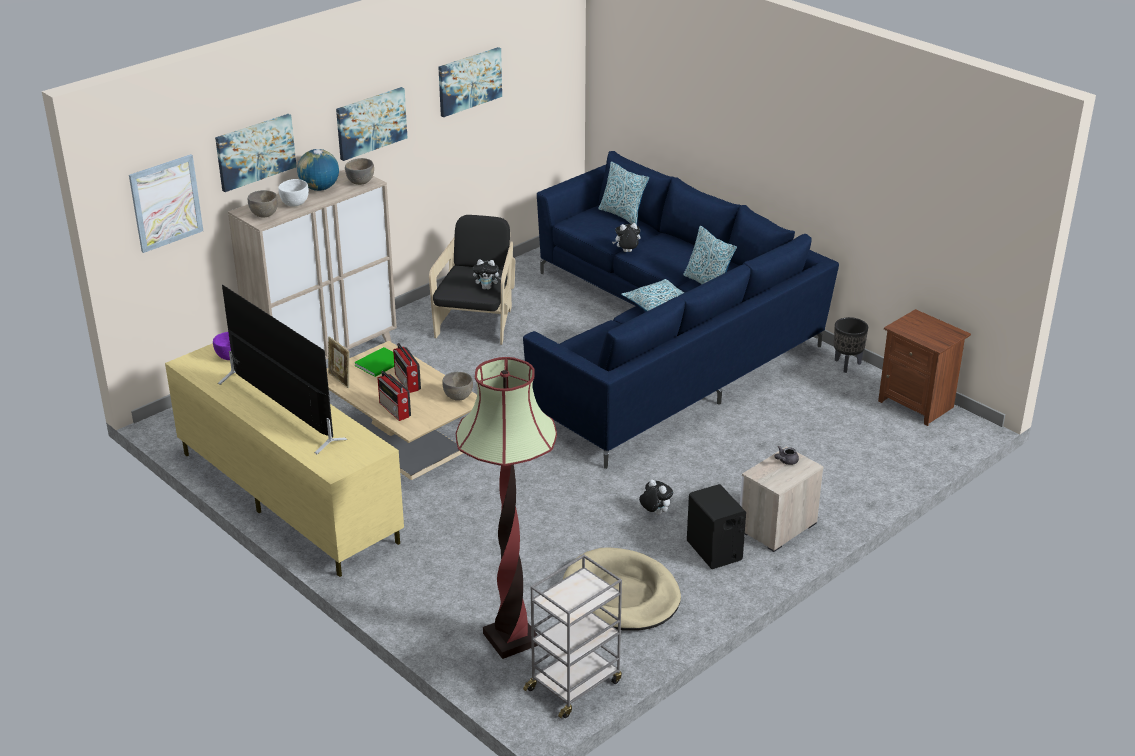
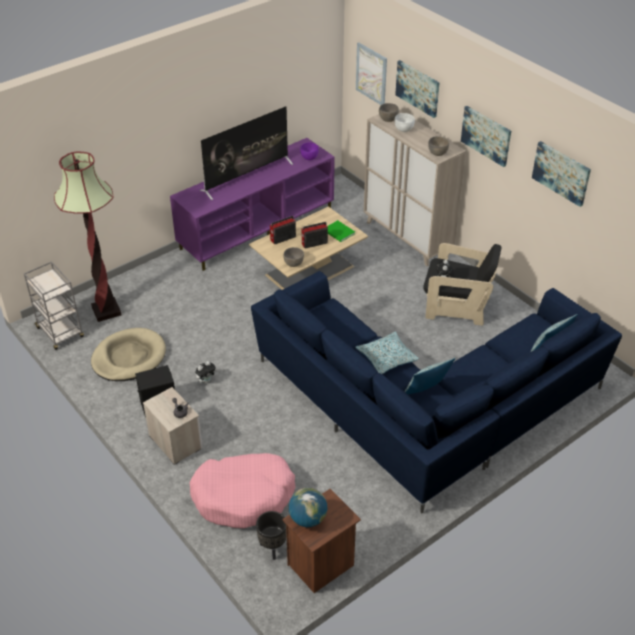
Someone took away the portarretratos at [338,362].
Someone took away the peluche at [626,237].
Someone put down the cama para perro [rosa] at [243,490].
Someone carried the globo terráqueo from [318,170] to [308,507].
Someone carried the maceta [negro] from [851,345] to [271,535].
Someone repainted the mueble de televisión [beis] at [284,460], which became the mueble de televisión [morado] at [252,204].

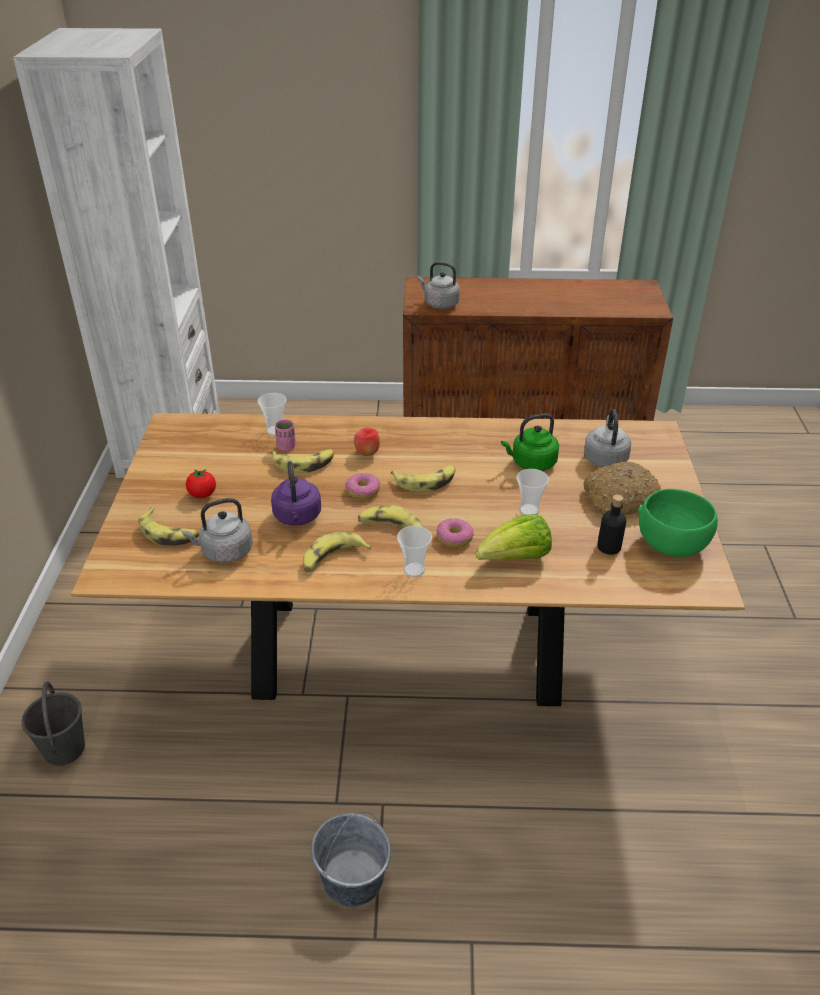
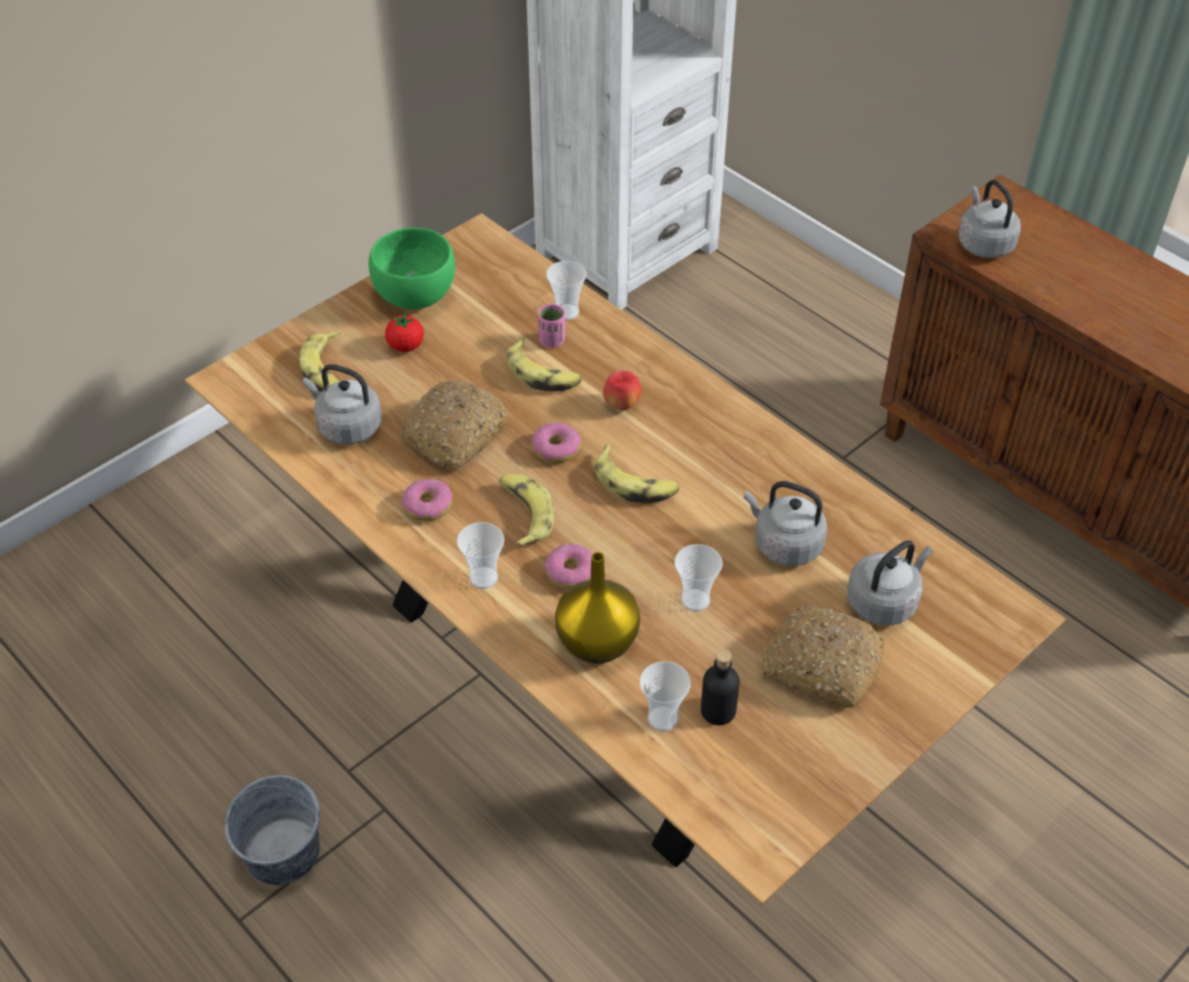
Someone took away the cubo [gris] at [53,724].
Someone put down the taza at [665,696].
Someone carried the cuenco [verde] from [678,523] to [412,268].
Someone swapped the hervidor [morado] at [296,493] for the pan at [456,425].
Someone swapped the plátano at [337,552] for the rosquilla at [427,500].
Someone swapped the lechuga at [514,537] for the florero [amarillo] at [597,608].
Someone repainted the hervidor [verde] at [530,442], which became the hervidor [gris] at [785,523].

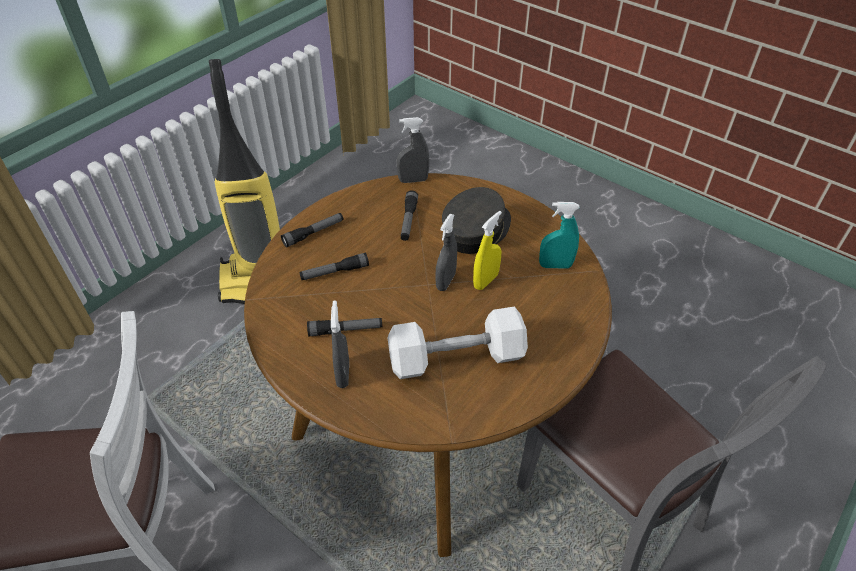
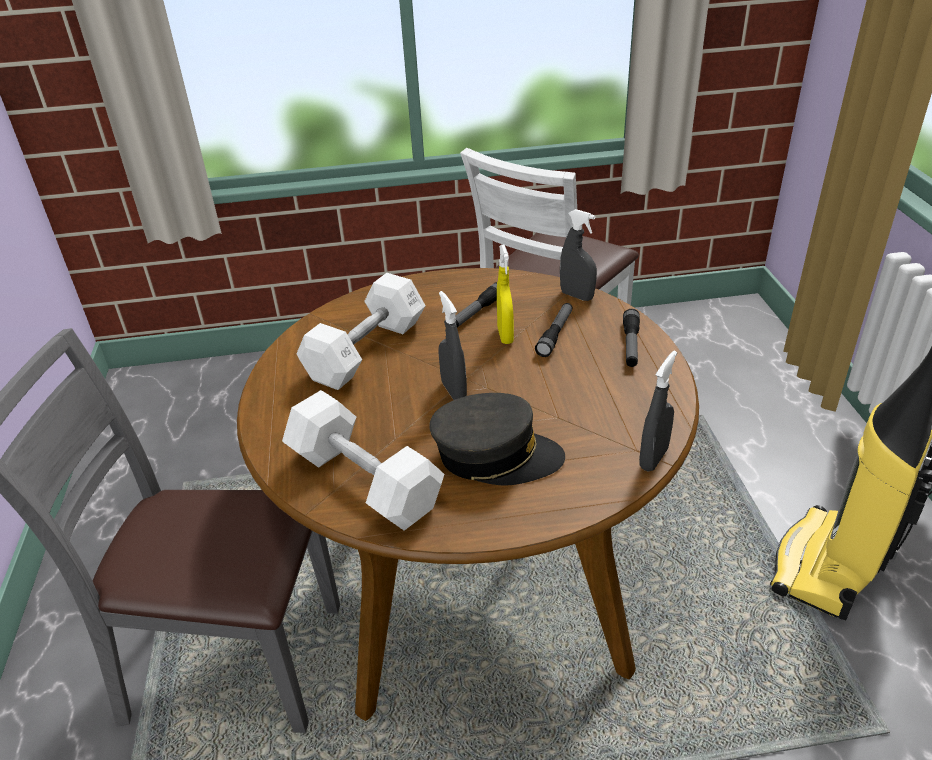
Someone took away the linterna at [409,216].
Someone carried the pulverizador [gris] from [340,344] to [578,255].
Someone carried the pulverizador [amarillo] from [487,250] to [505,294].
Someone swapped the pulverizador [turquesa] at [559,235] for the mancuerna [blanco] at [363,460].
Someone rotated the gorra [gris] at [476,220] by 75 degrees counterclockwise.

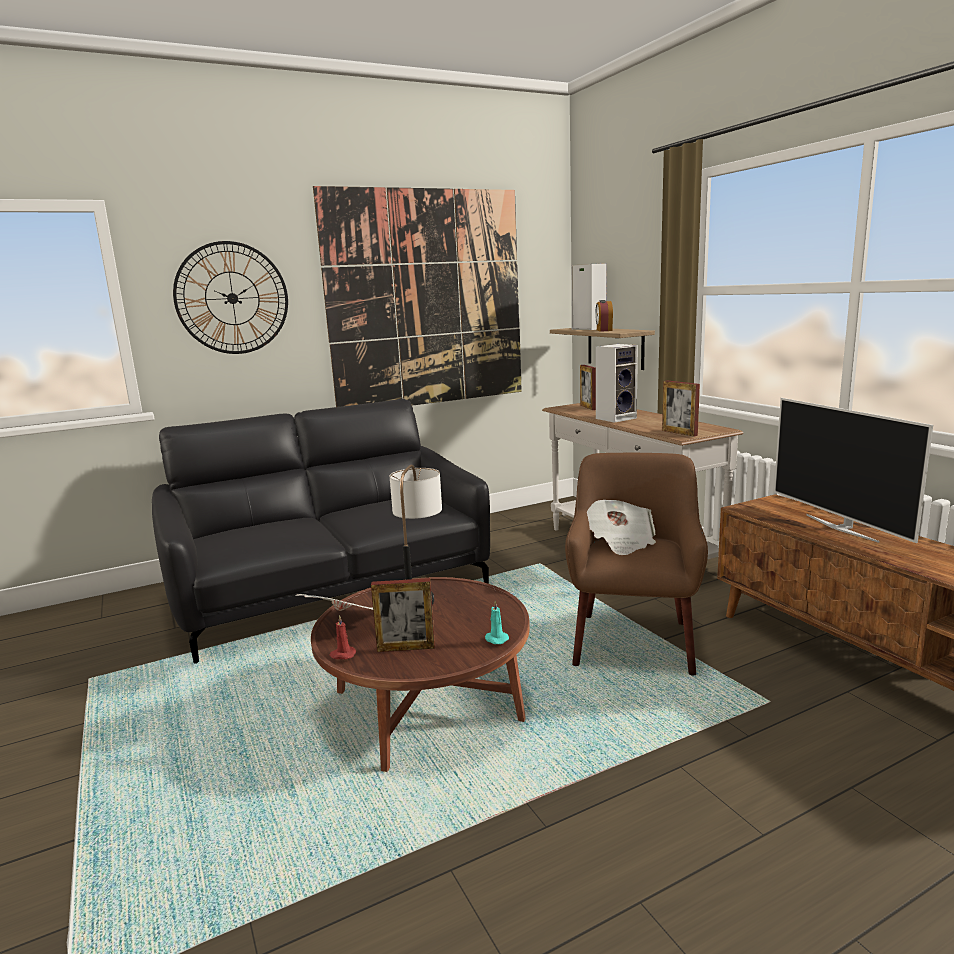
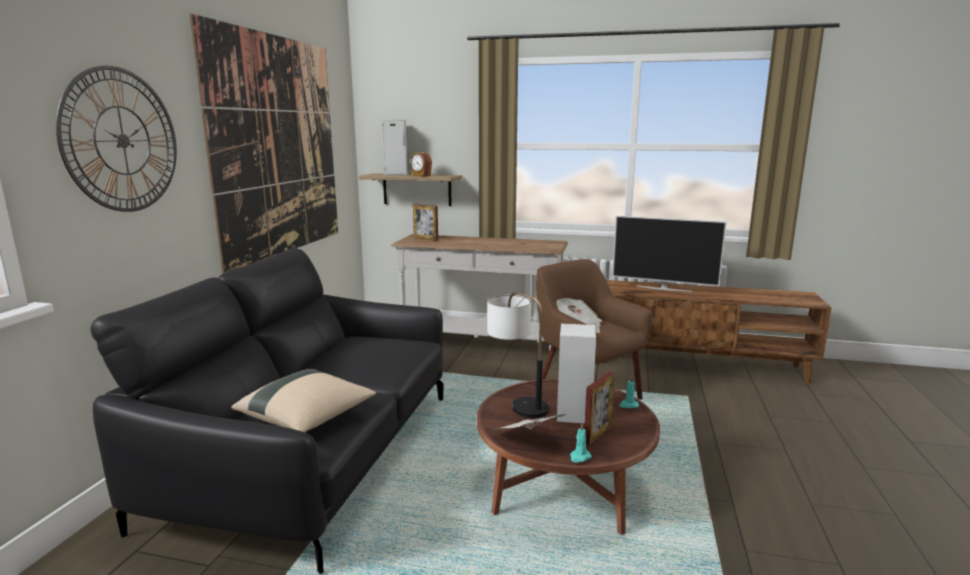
Someone took away the portarretratos at [681,409].
Someone put down the cojín [beis] at [304,400].
Someone carried the altavoz from [617,383] to [576,373].
Someone repainted the vela [rojo] at [343,637], which became the vela [turquesa] at [581,442].

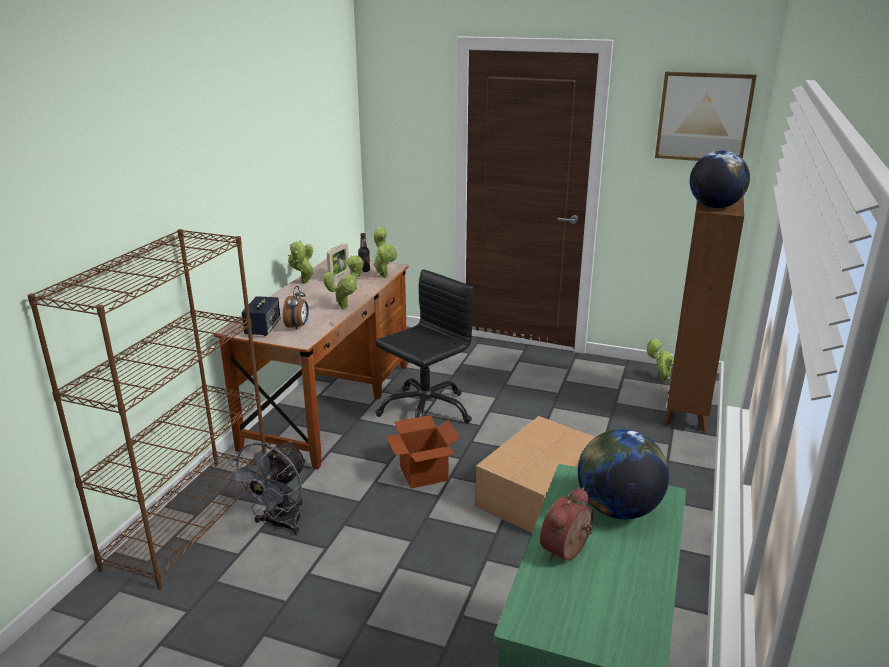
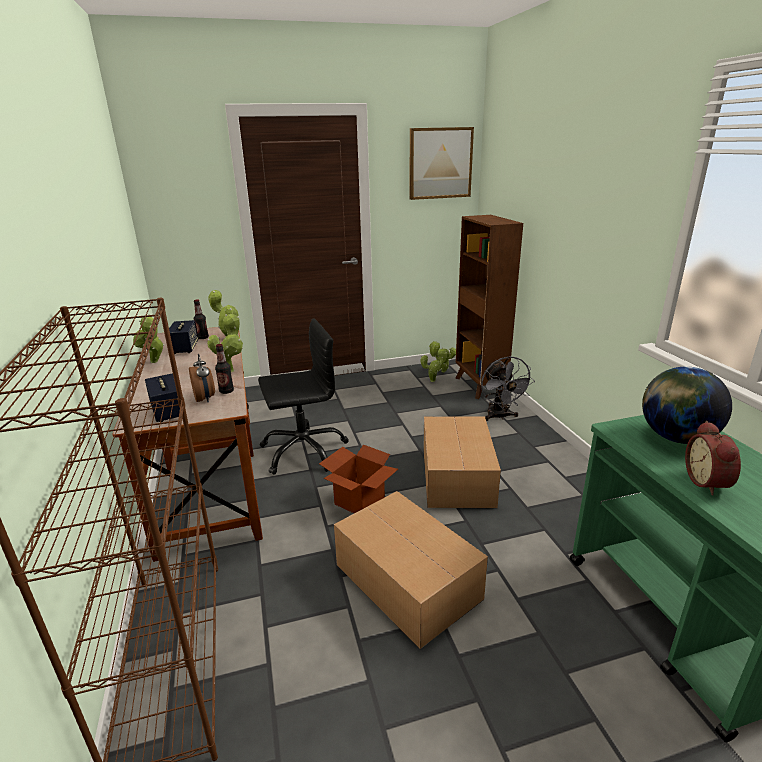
Someone took away the globo terráqueo at [720,179].
Someone put down the botella at [224,369].
Someone put down the caja de cartón at [411,570].
Someone put down the planta en maceta at [436,365].
Someone carried the ventilador [gris] from [267,488] to [508,388].
Someone swapped the portarretratos at [338,262] for the altavoz at [183,337].
Someone rotated the silla de oficina [negro] at [424,346] by 60 degrees clockwise.

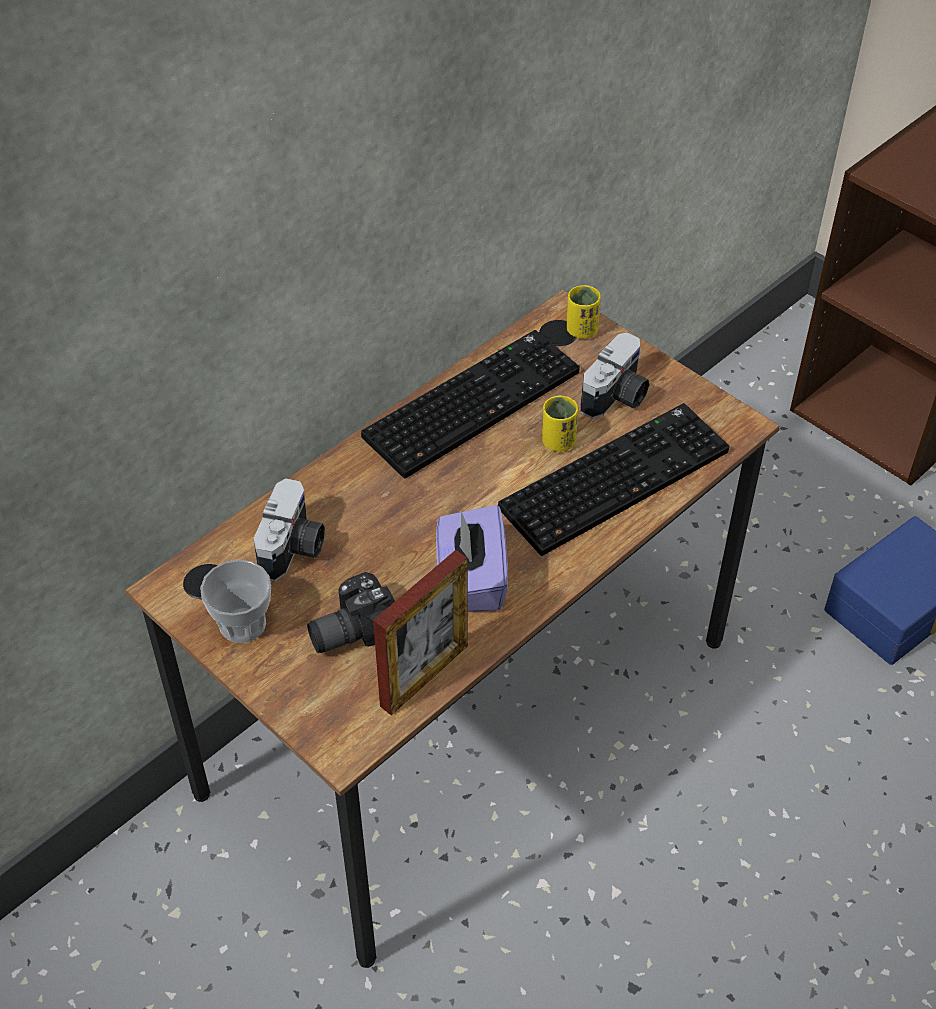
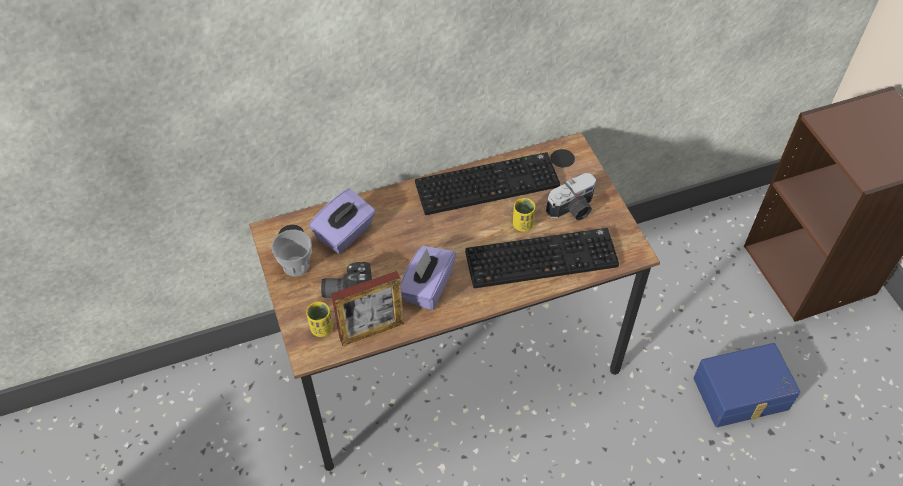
Someone carried the taza [amarillo] from [584,311] to [319,319].
Someone swapped the cámara at [289,530] for the caja de pañuelos [morado] at [342,221].

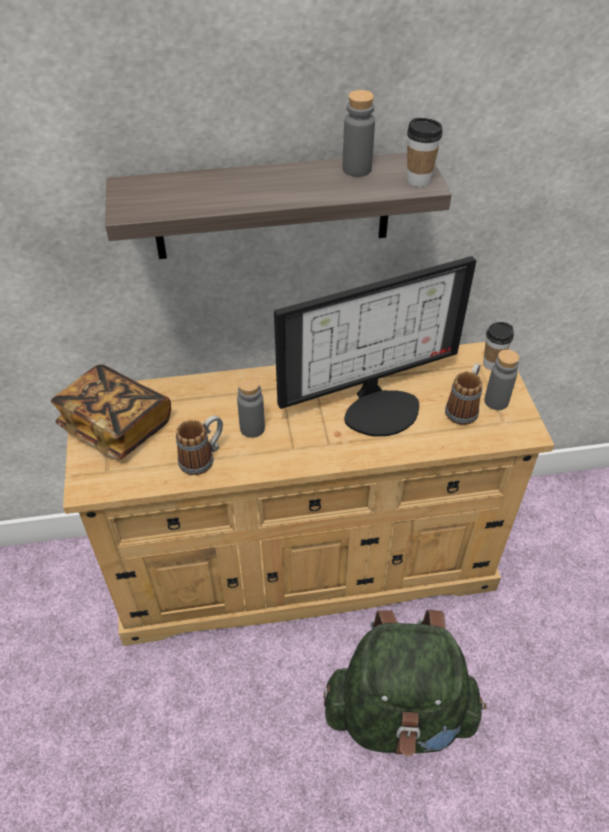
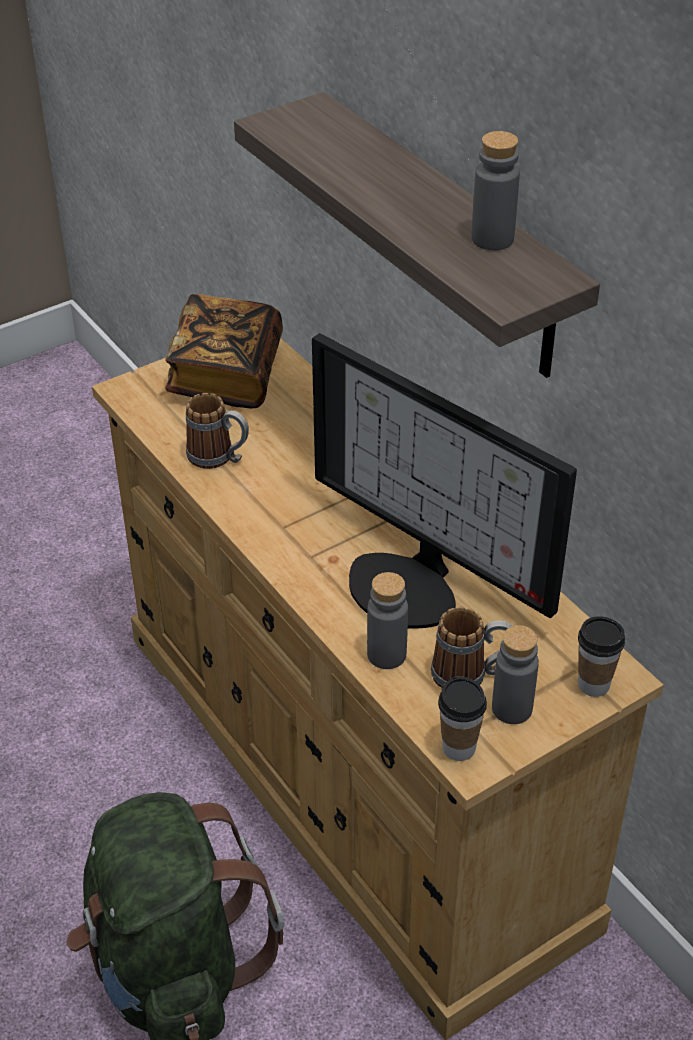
Someone carried the botella [gris] from [251,407] to [387,620].
Someone carried the taza from [425,152] to [462,719].

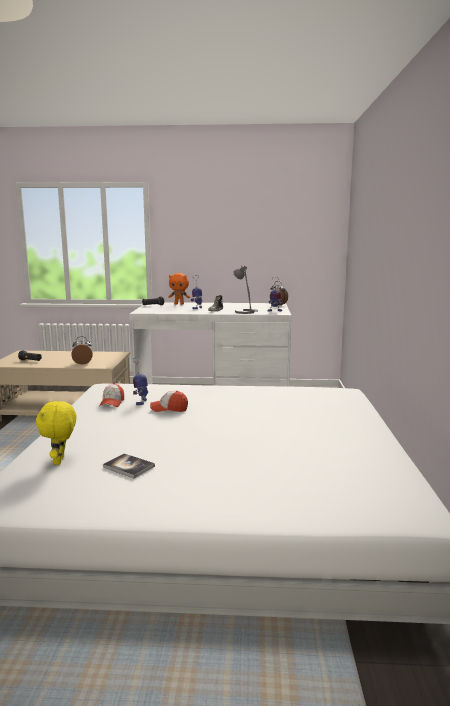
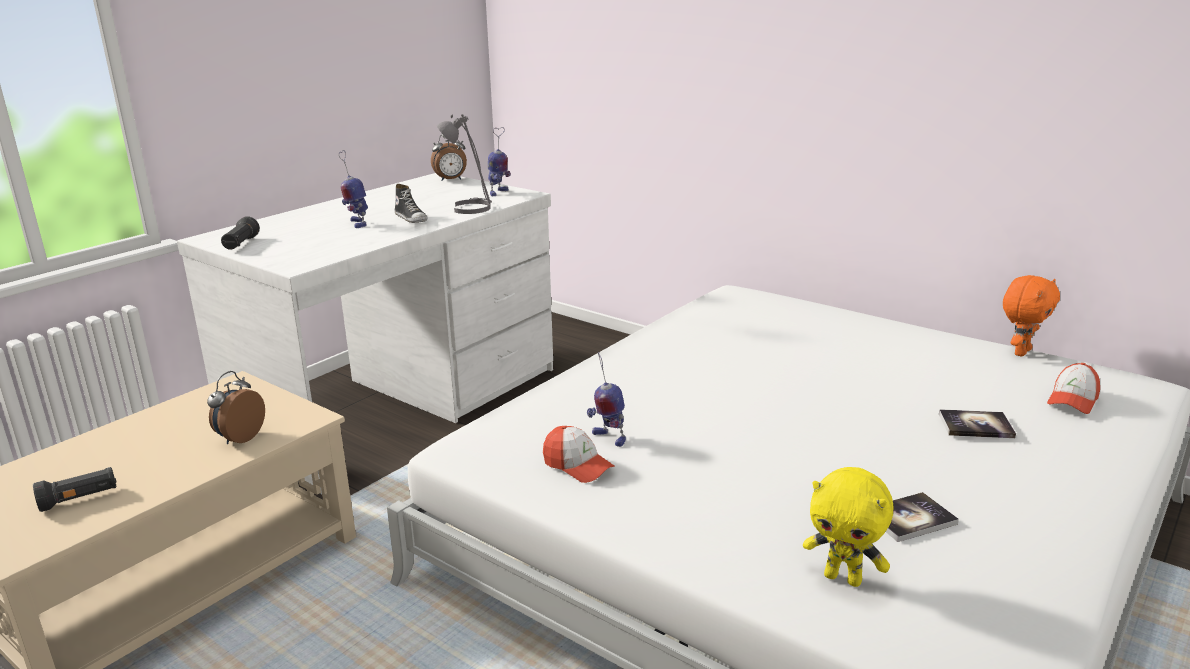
Someone put down the libro at [977,423].
Someone carried the gorra from [169,401] to [1073,388].
Someone carried the peluche [naranja] from [179,289] to [1031,315].

